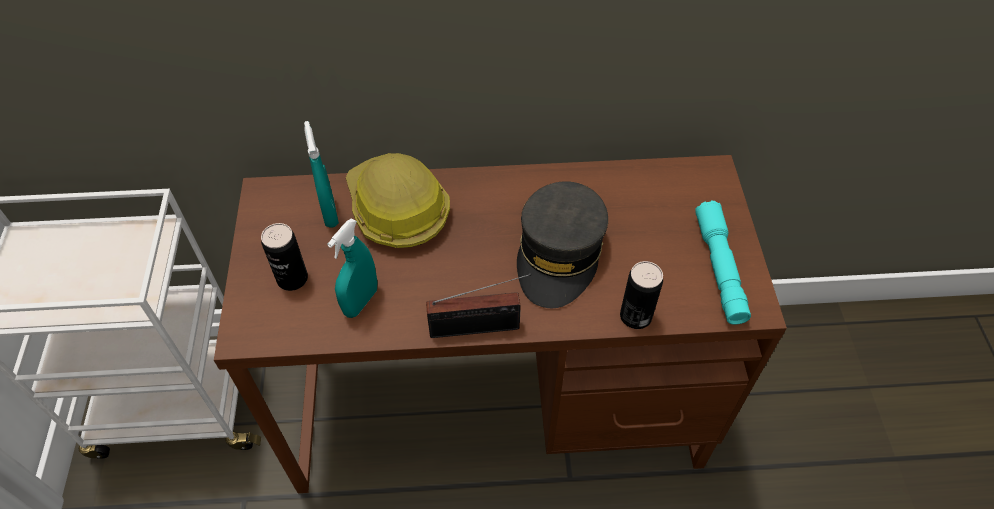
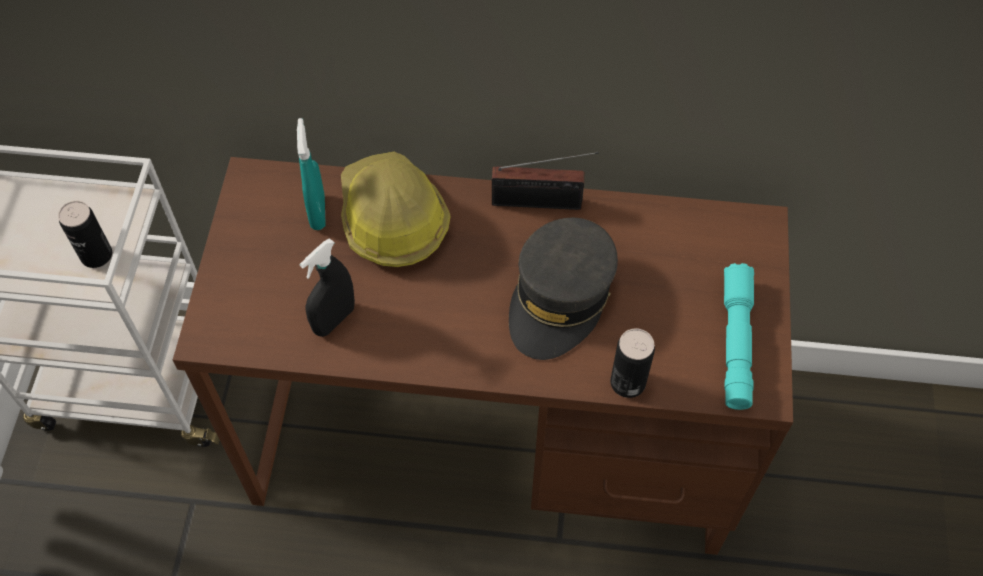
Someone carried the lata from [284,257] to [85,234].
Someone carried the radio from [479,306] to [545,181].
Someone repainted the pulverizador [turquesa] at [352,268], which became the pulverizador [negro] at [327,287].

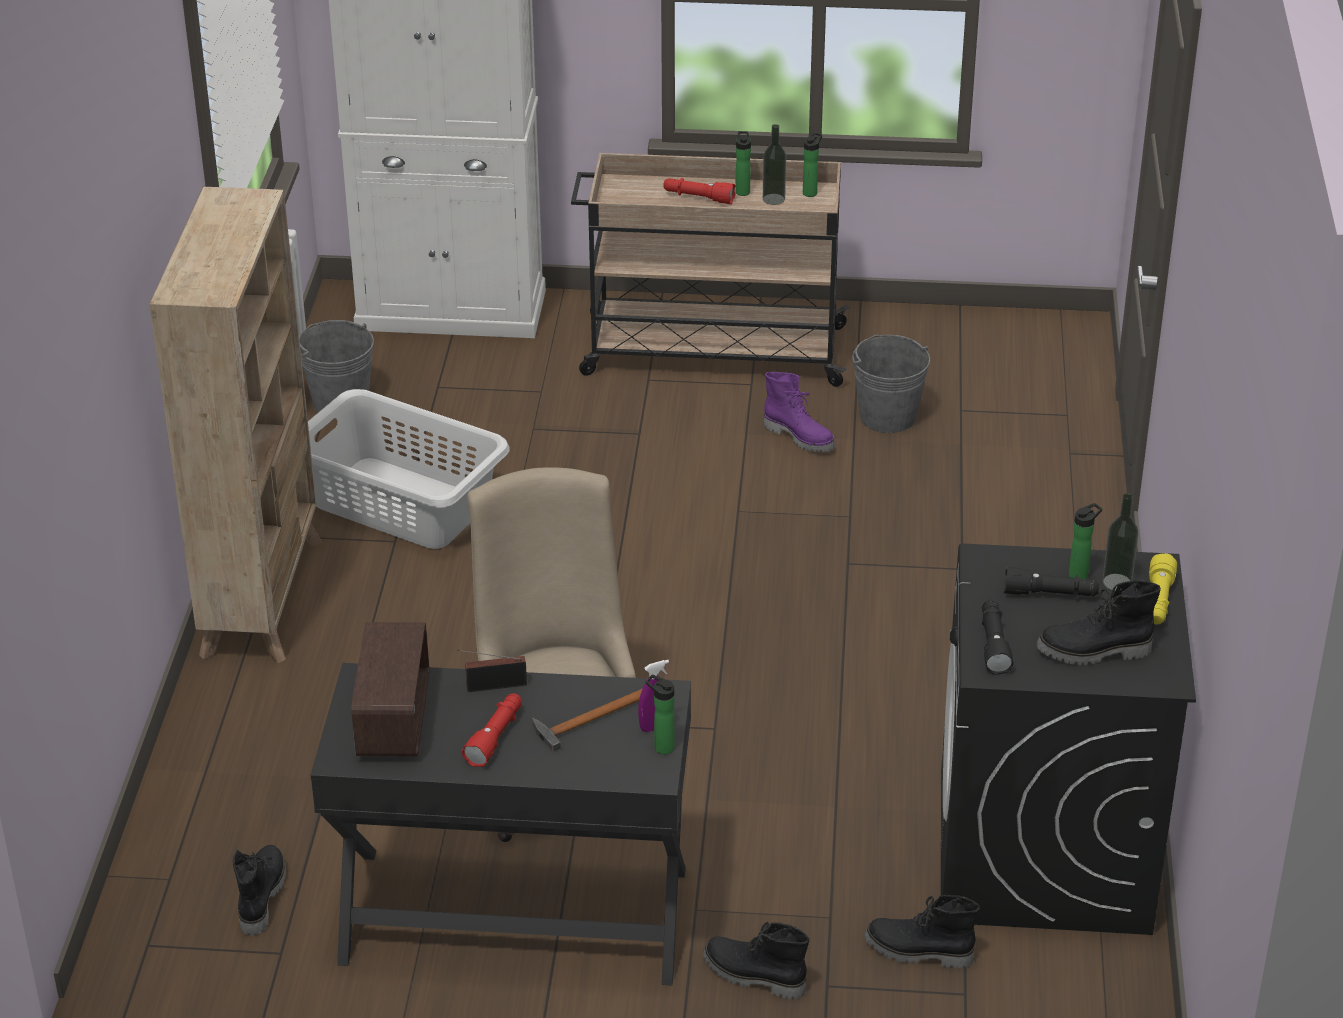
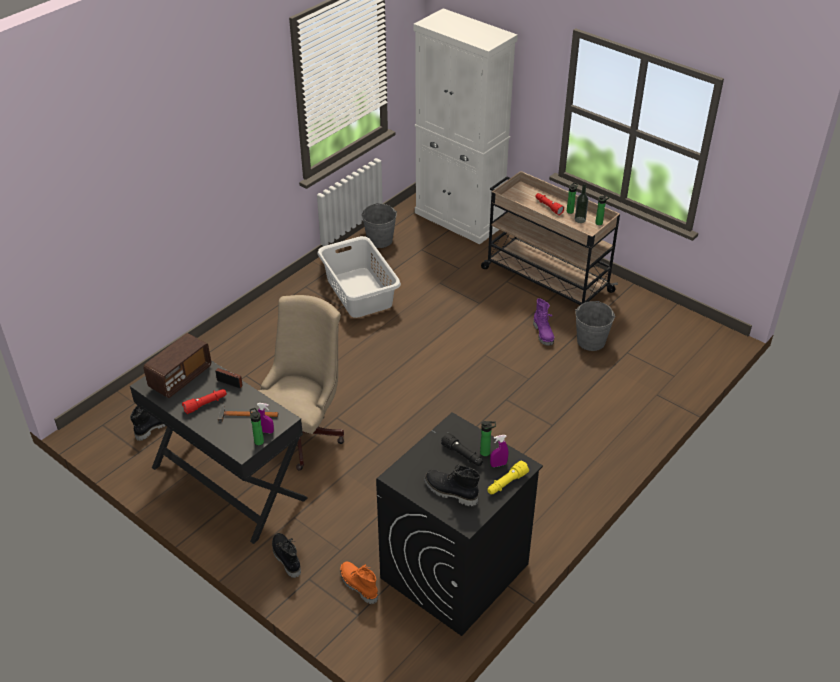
Someone took away the estantería [beis] at [235,425].
Someone took away the linterna [negro] at [997,637].
Someone swapped the botella at [1121,542] for the pulverizador [morado] at [499,451].
Someone repainted the bota [negro] at [922,931], which became the bota [naranja] at [359,583].

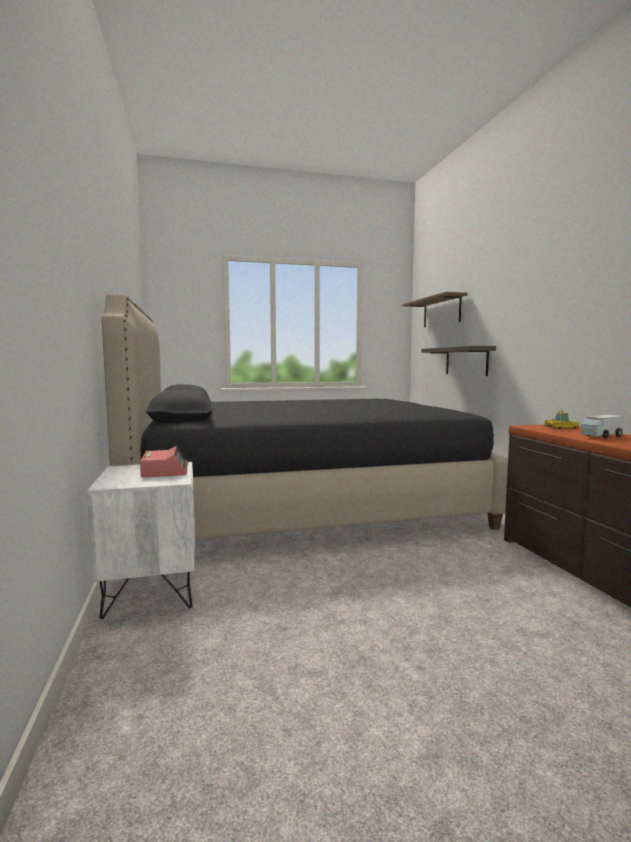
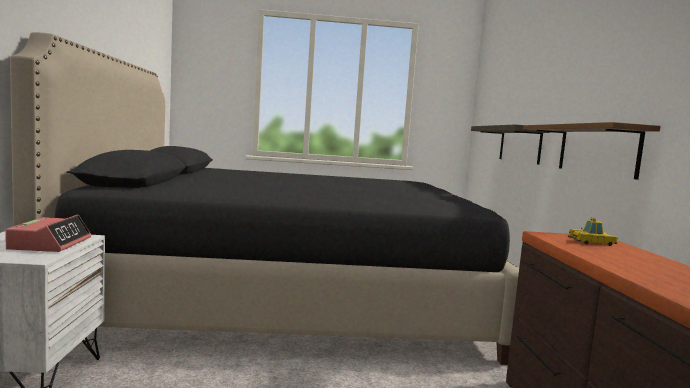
Someone took away the camión de juguete at [602,426].
Someone carried the estante from [435,309] to [592,151].

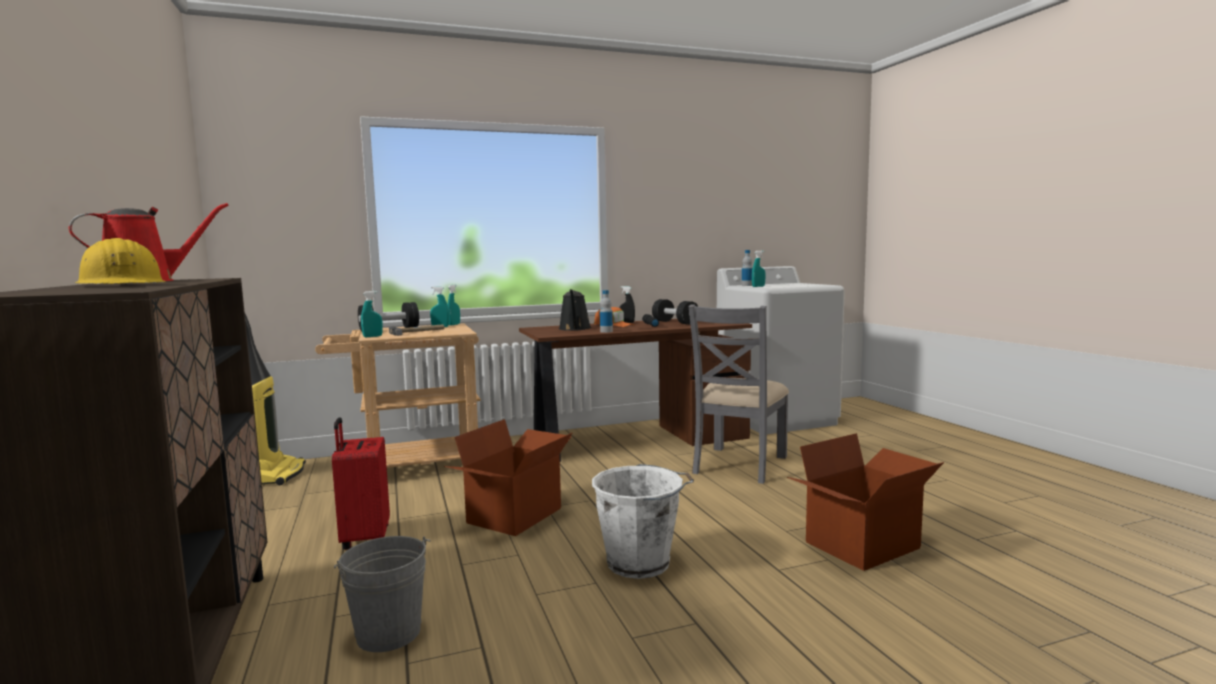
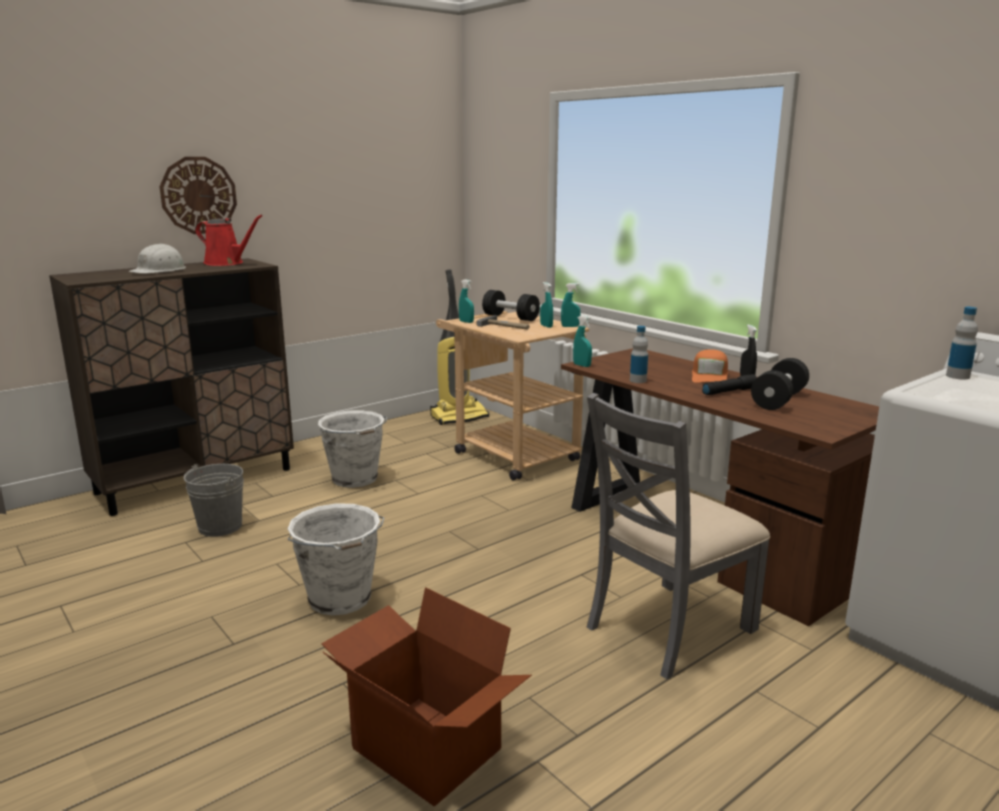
Someone took away the caja de cartón at [508,477].
Someone took away the regadera [negro] at [575,310].
Someone put up the reloj de pared at [198,195].
Someone carried the pulverizador [turquesa] from [759,269] to [582,341].
Someone swapped the maleta [rojo] at [361,483] for the cubo [blanco] at [352,449].
Someone repainted the casco [amarillo] at [120,261], which became the casco [blanco] at [157,258].
Someone rotated the silla [gris] at [739,394] by 45 degrees counterclockwise.

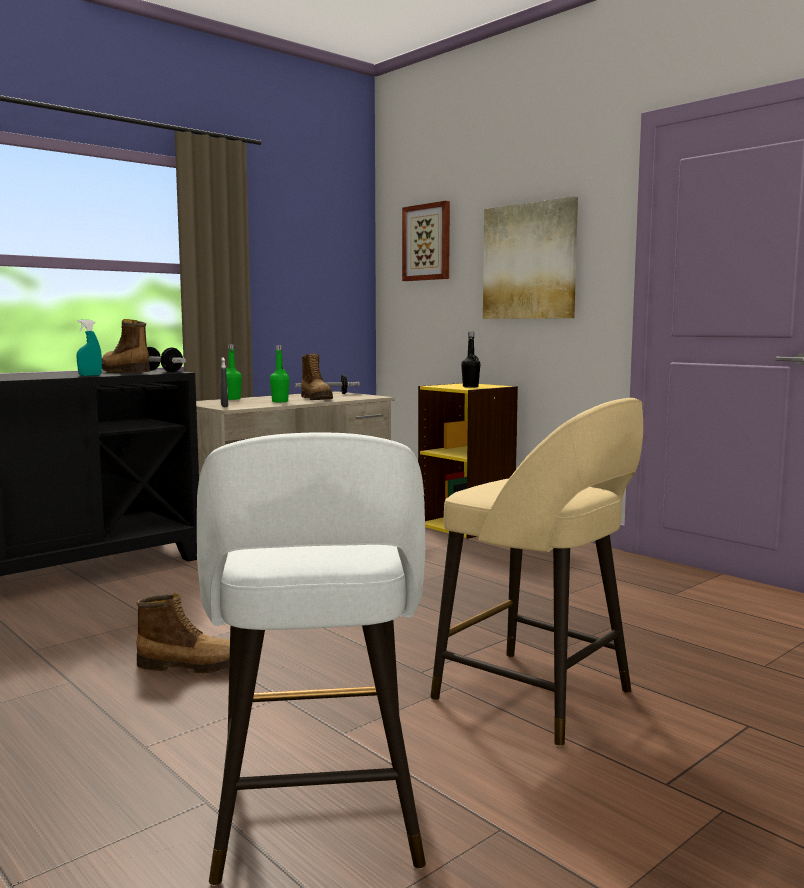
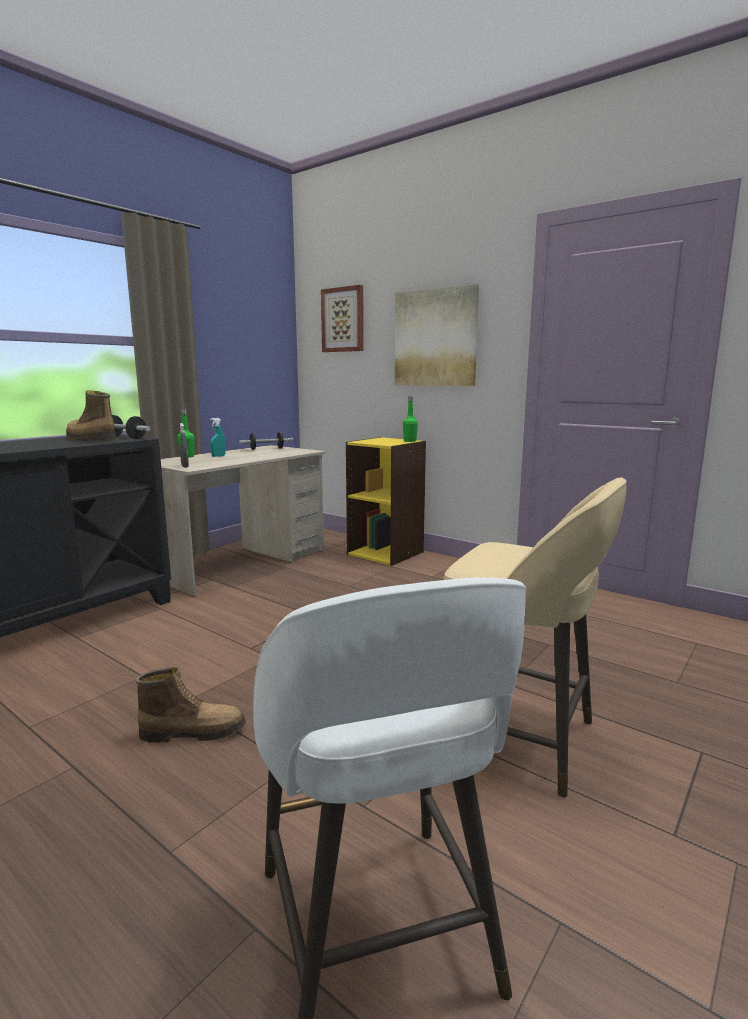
Someone took away the bota at [317,377].
Someone took away the botella [negro] at [470,360].
Someone carried the pulverizador [turquesa] from [89,348] to [218,437].
Someone carried the botella [verde] from [280,373] to [410,419].

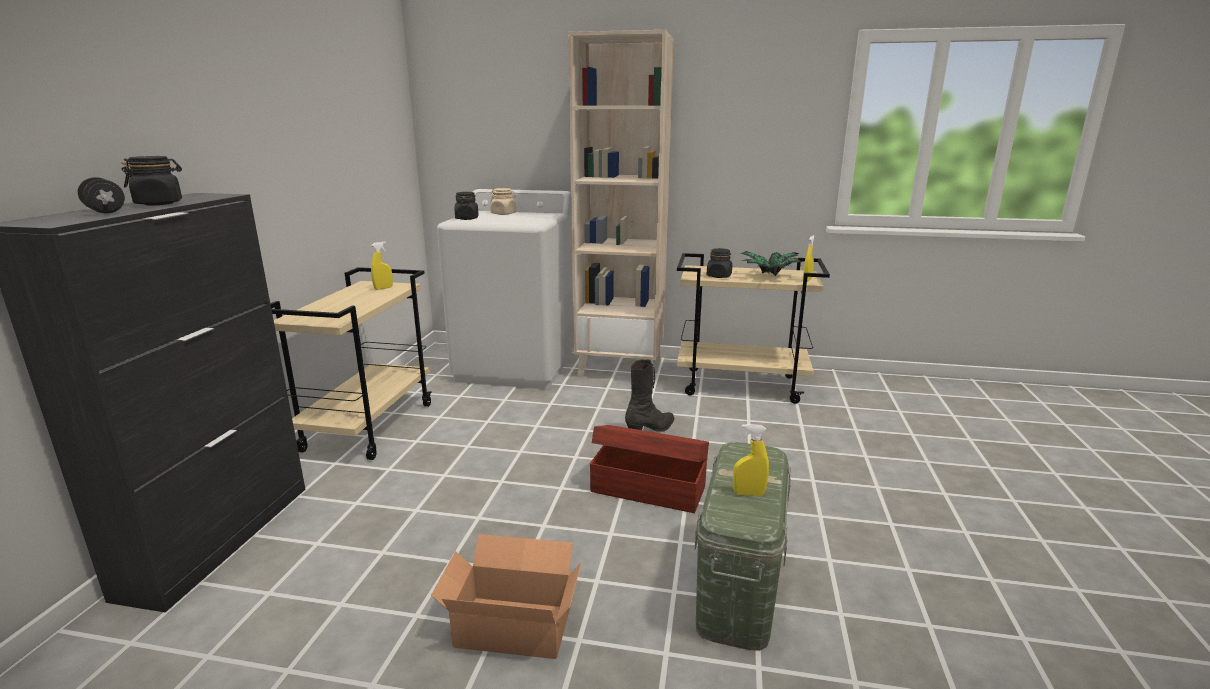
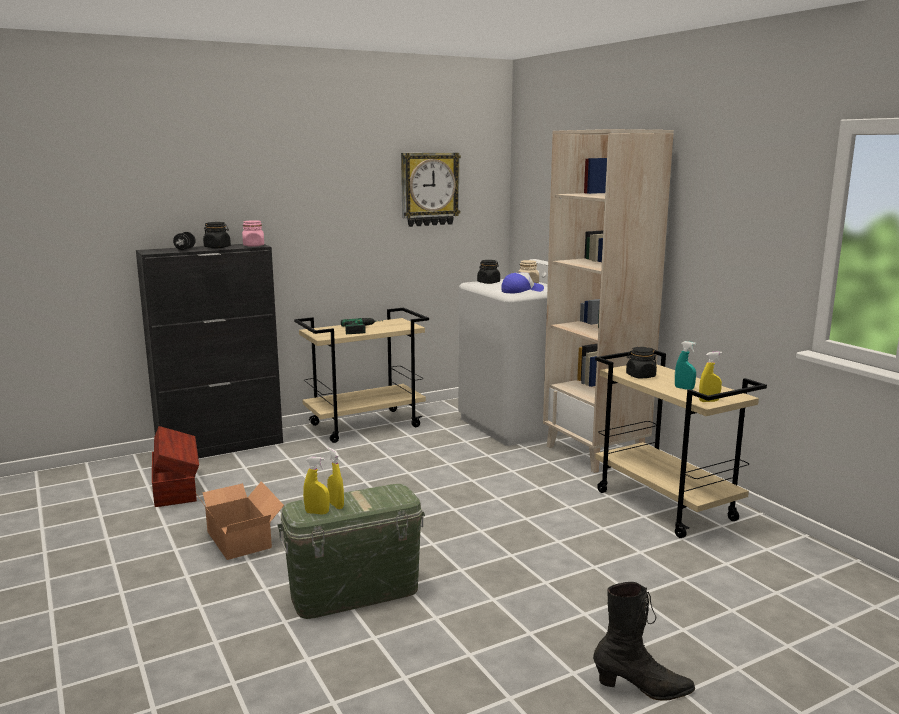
Someone put down the tarro [rosa] at [253,233].
Someone put down the taladro at [359,326].
Someone put up the reloj de pared at [431,190].
Someone put down the gorra at [522,283].
Someone carried the pulverizador [amarillo] from [382,265] to [316,485].
Someone carried the caja de almacenaje [marrón] from [649,469] to [175,466].
Someone carried the bota [negro] from [649,395] to [644,641].
Someone swapped the planta en maceta at [771,263] for the pulverizador [turquesa] at [685,365].

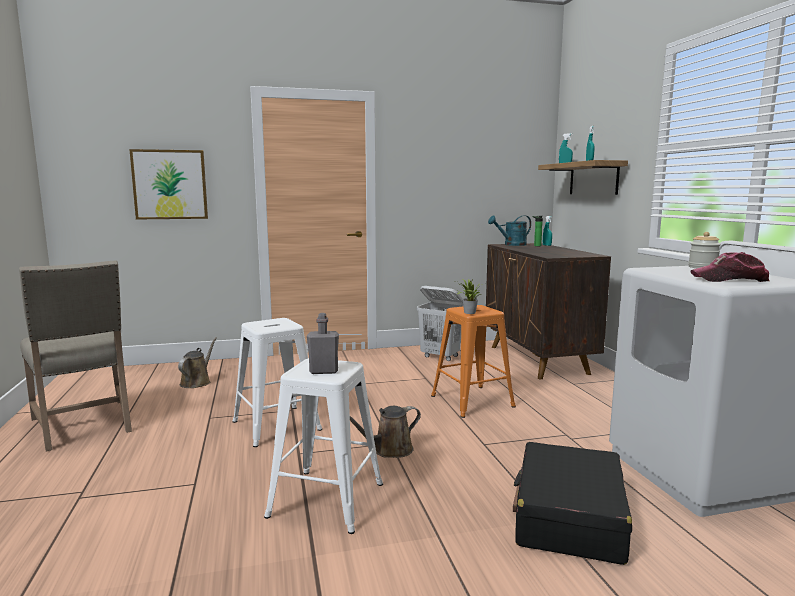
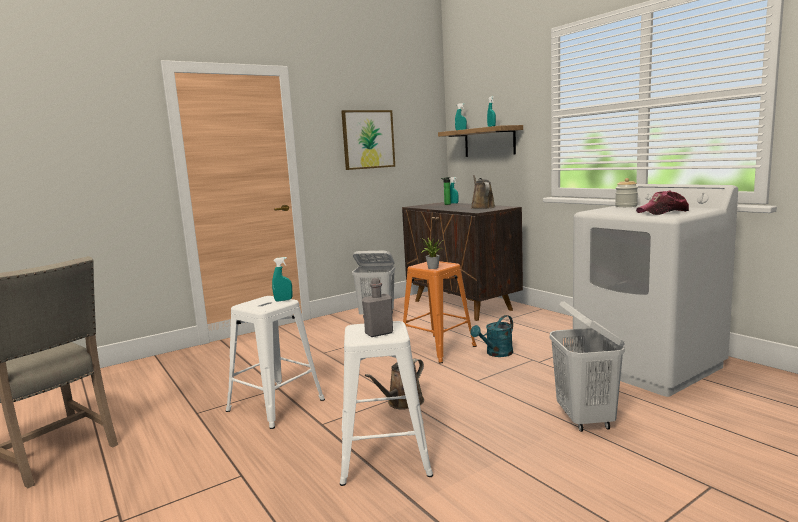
Someone put down the pulverizador [turquesa] at [282,279].
Someone carried the cuadro from [168,184] to [368,140].
Someone carried the regadera [marrón] from [197,362] to [483,192].
Someone carried the regadera [turquesa] from [509,231] to [491,336].
Someone swapped the maleta [negro] at [572,503] for the cesto de la ropa [blanco] at [587,366].

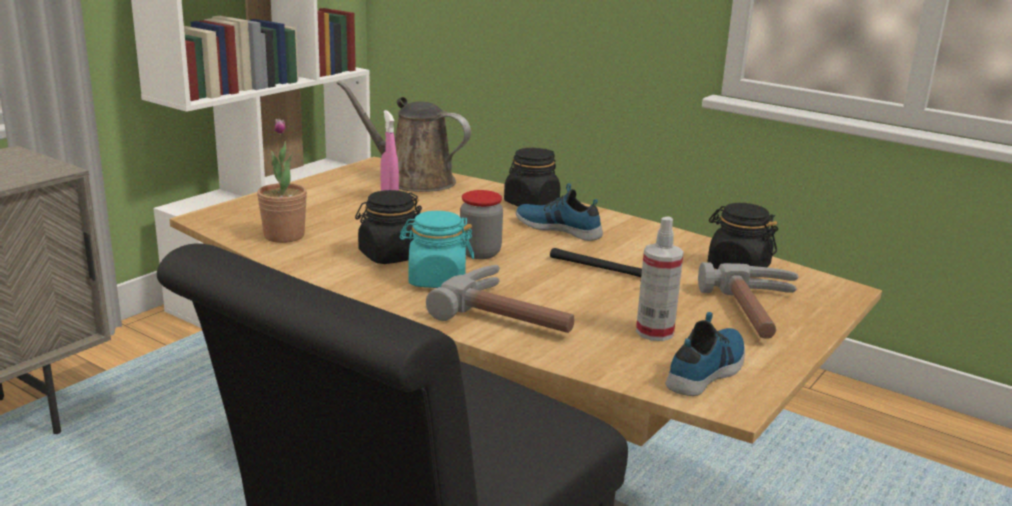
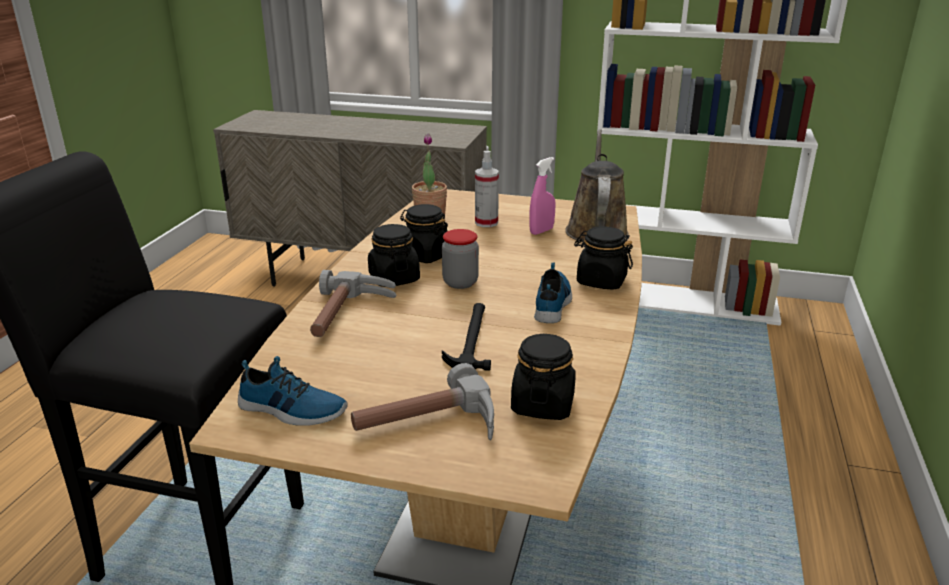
Someone carried the pulverizador from [660,278] to [487,189].
Someone repainted the tarro [turquesa] at [437,249], which became the tarro [negro] at [394,255].

